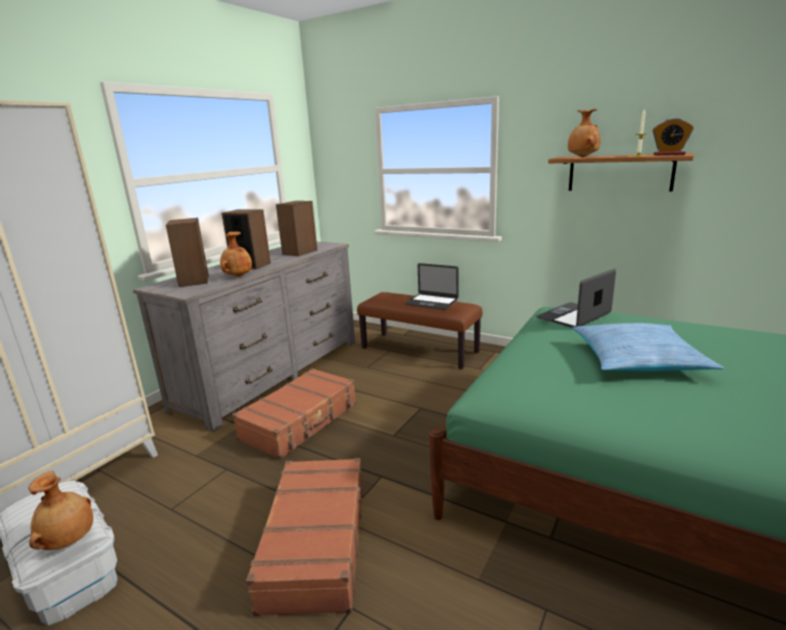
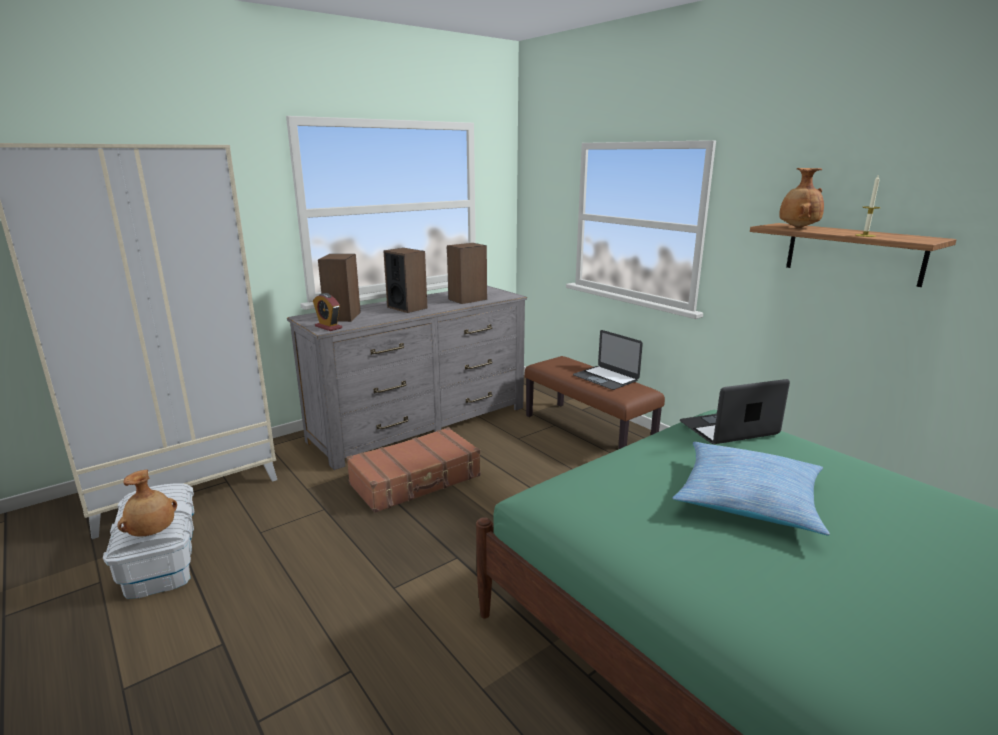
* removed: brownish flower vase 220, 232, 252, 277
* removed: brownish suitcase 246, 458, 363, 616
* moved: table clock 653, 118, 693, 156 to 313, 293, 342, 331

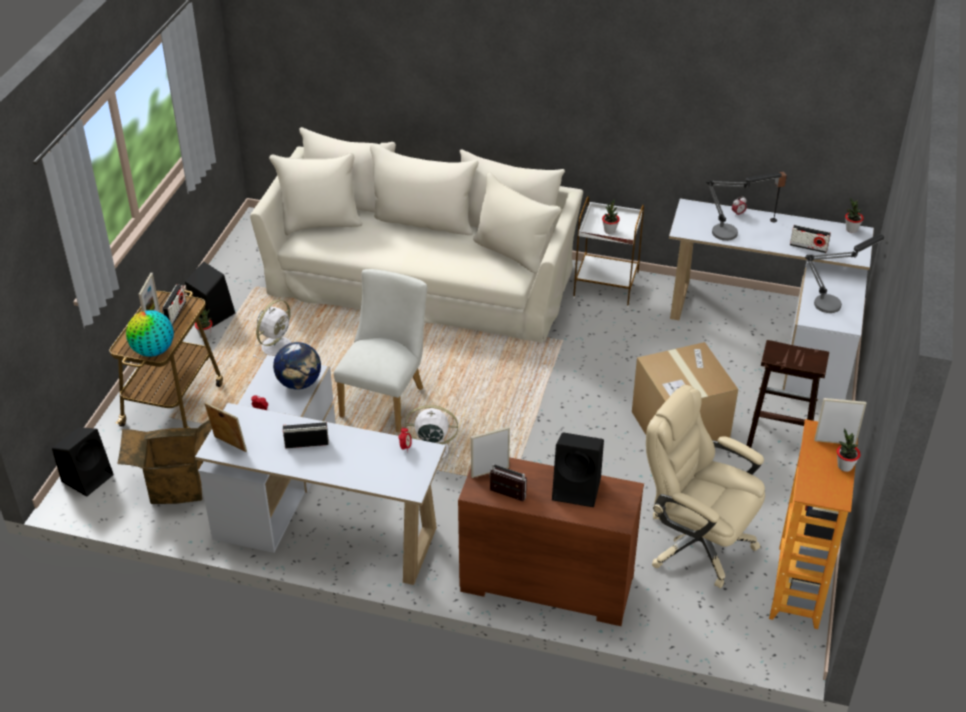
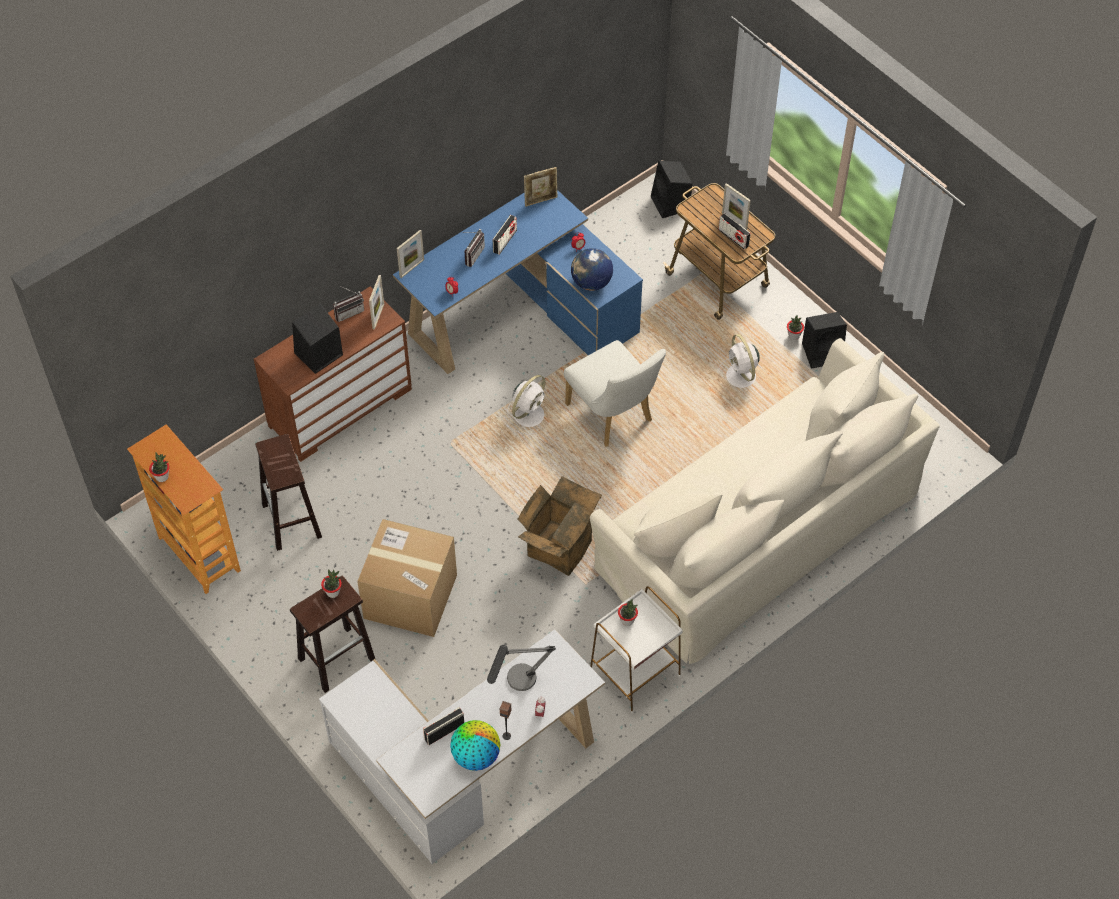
* removed: lamp for a table 805, 234, 884, 313
* added: radio set 464, 229, 485, 267
* moved: cardboard box 117, 420, 212, 504 to 517, 476, 602, 576
* moved: desk globe 126, 310, 174, 357 to 450, 720, 500, 771
* moved: standing frame 814, 398, 866, 445 to 397, 230, 424, 278
* moved: plant in a pot 845, 198, 864, 233 to 321, 569, 342, 598
* replaced: beige desk chair 646, 384, 765, 588 to brownish sitting stool 255, 434, 322, 551
* recoloured: whitish desk unit 195, 355, 446, 585 to blue desk unit 393, 190, 643, 374

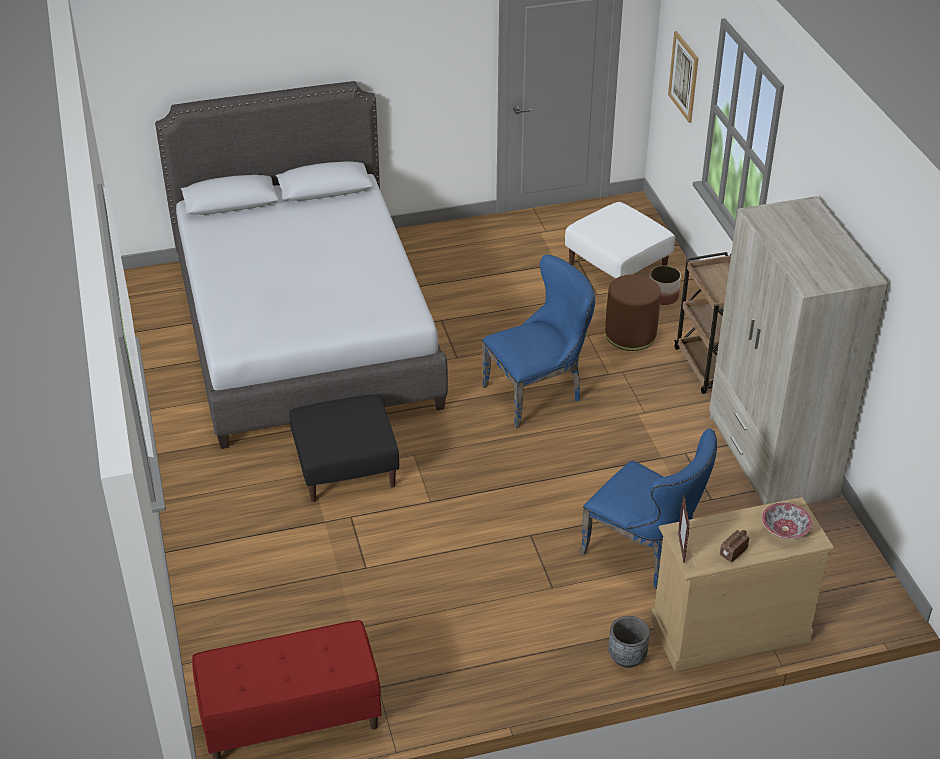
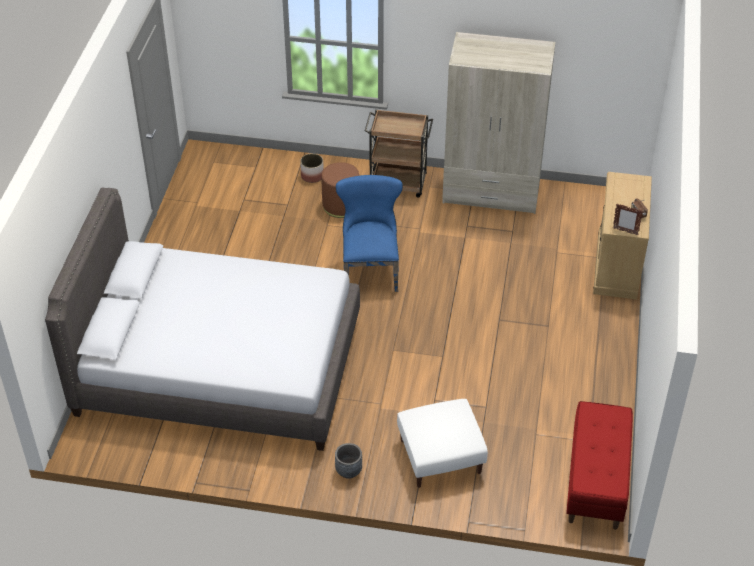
* removed: blackish ottoman 289, 394, 399, 502
* removed: blue chair 580, 429, 717, 589
* removed: wall art 668, 31, 699, 123
* removed: serving bowl 762, 502, 812, 539
* moved: whitish ottoman 565, 202, 675, 278 to 397, 399, 488, 488
* moved: greyish flower pot 608, 616, 650, 668 to 335, 443, 362, 479

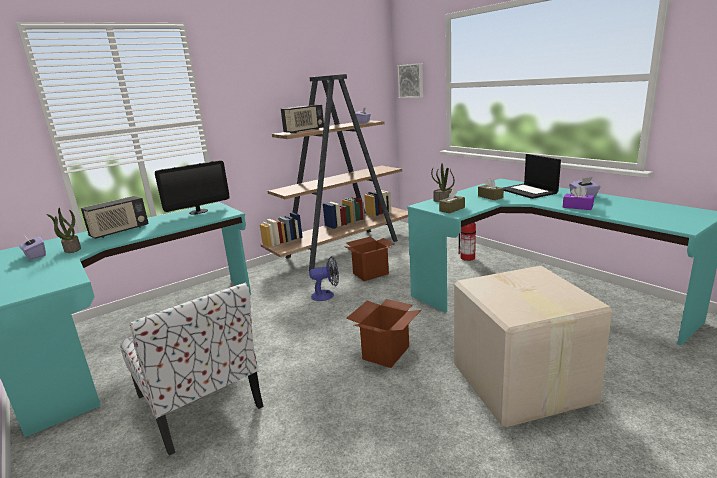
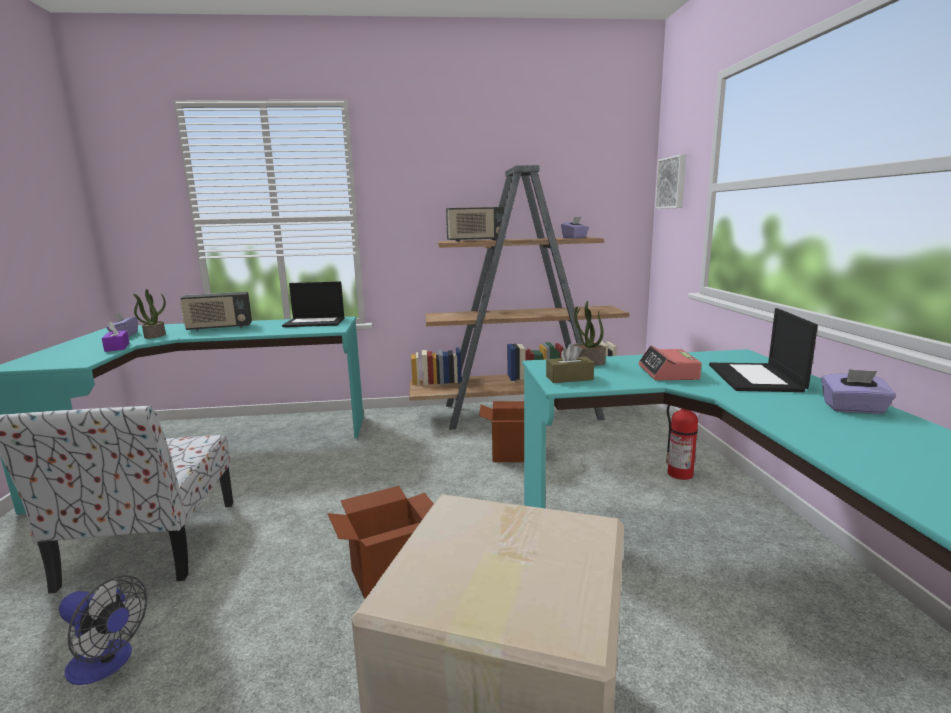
* moved: cooling fan 309, 256, 339, 301 to 59, 575, 147, 685
* moved: purple-coloured box of tissues 563, 186, 594, 210 to 102, 321, 129, 352
* replaced: monitor 155, 160, 230, 214 to portable computer 282, 281, 344, 327
* replaced: brownish box of tissues 478, 178, 504, 200 to table clock 638, 346, 702, 380

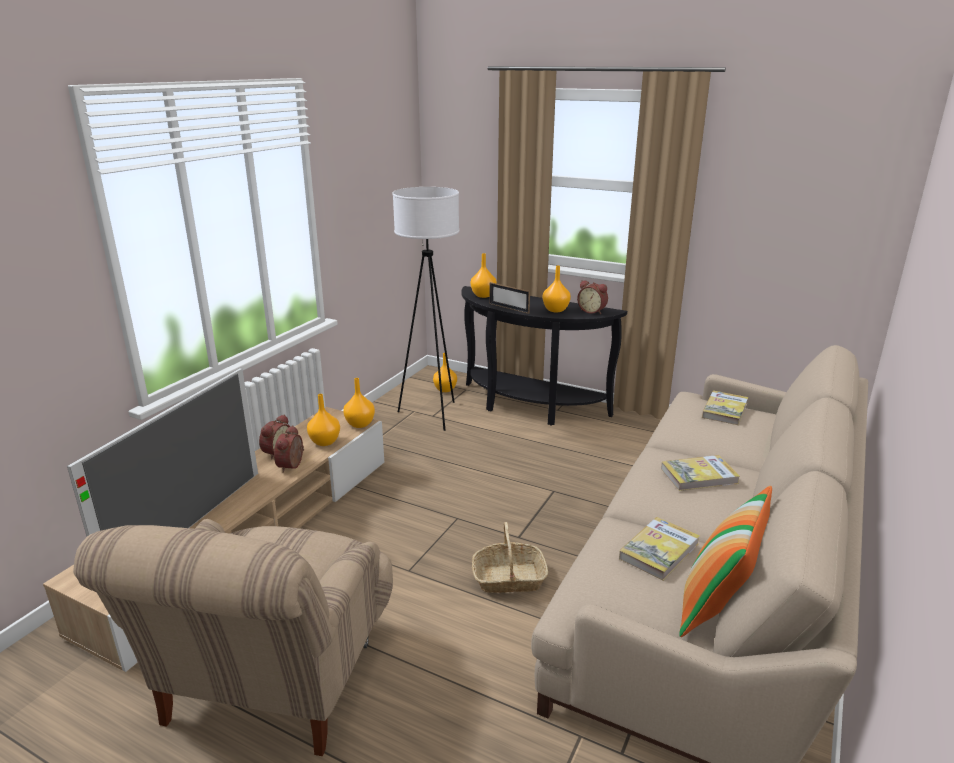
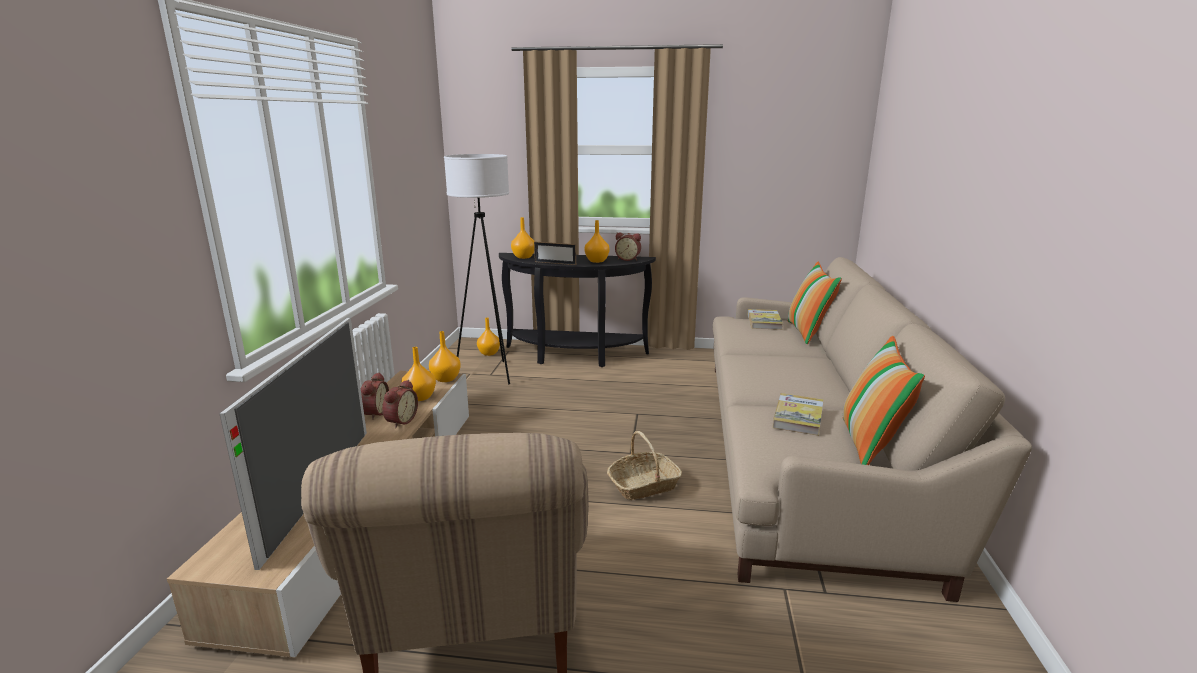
* removed: volume 661, 455, 740, 491
* added: cushion 788, 261, 842, 344
* turned: table clock 274, 425, 304, 473 = 382, 380, 418, 428 150 degrees counterclockwise

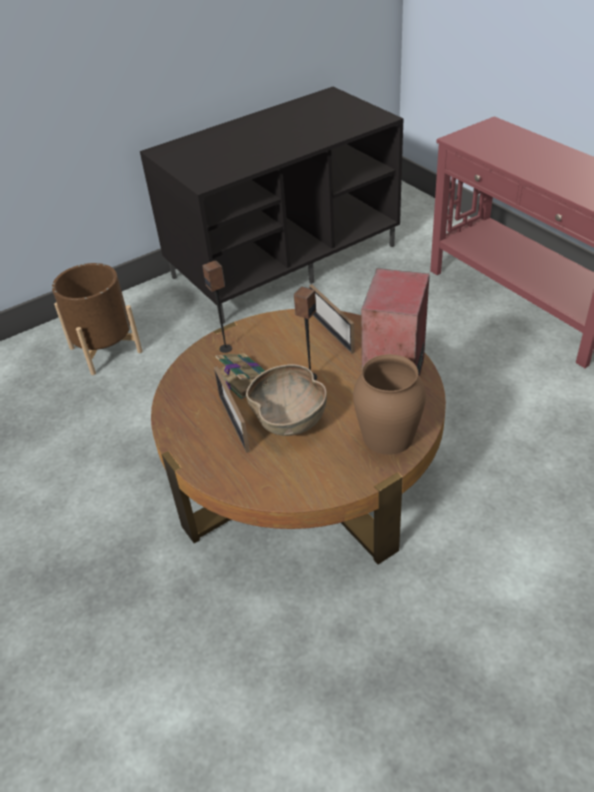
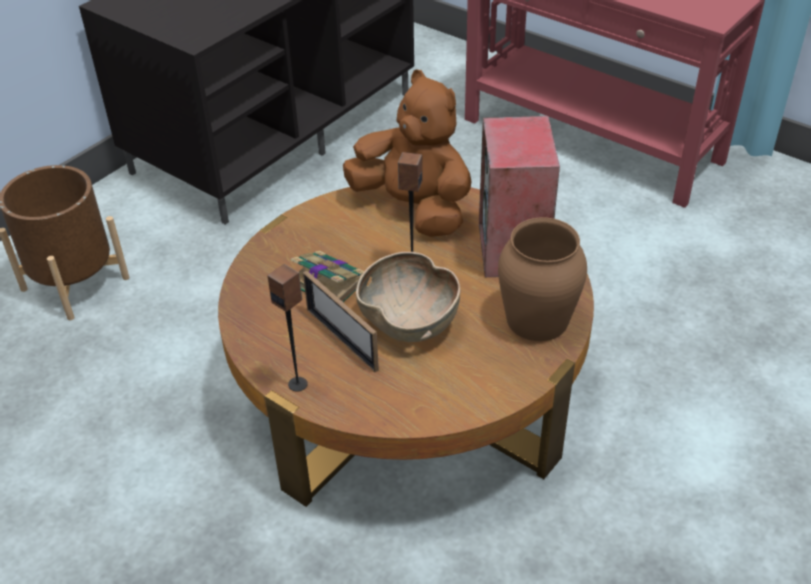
* moved: audio speaker 202, 260, 232, 353 to 267, 264, 308, 392
* replaced: standing frame 309, 284, 355, 354 to brownish soft toy 343, 70, 471, 237

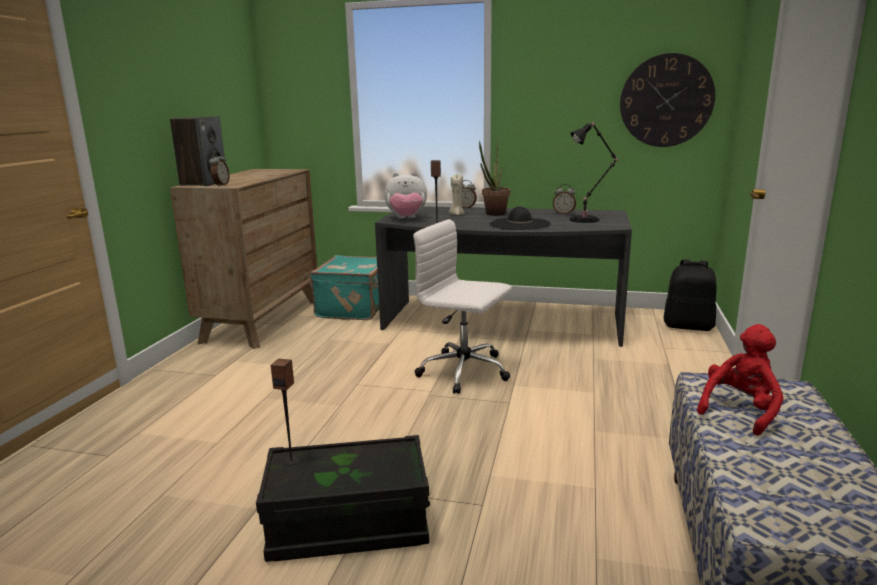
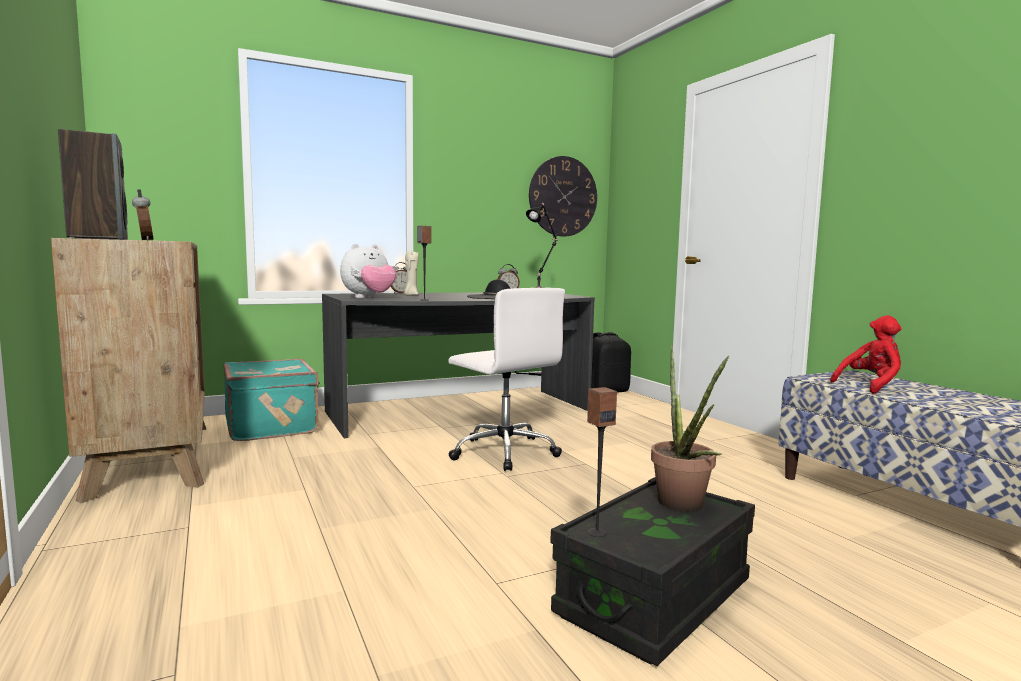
* moved: plant in a pot 479, 140, 510, 216 to 651, 344, 729, 512
* turned: whitish desk chair 413, 219, 512, 394 = 448, 288, 565, 471 120 degrees counterclockwise
* turned: red-coloured soft toy 697, 324, 783, 436 = 830, 315, 902, 393 60 degrees clockwise

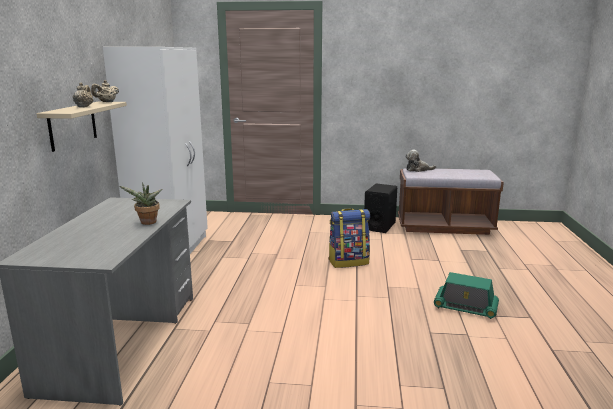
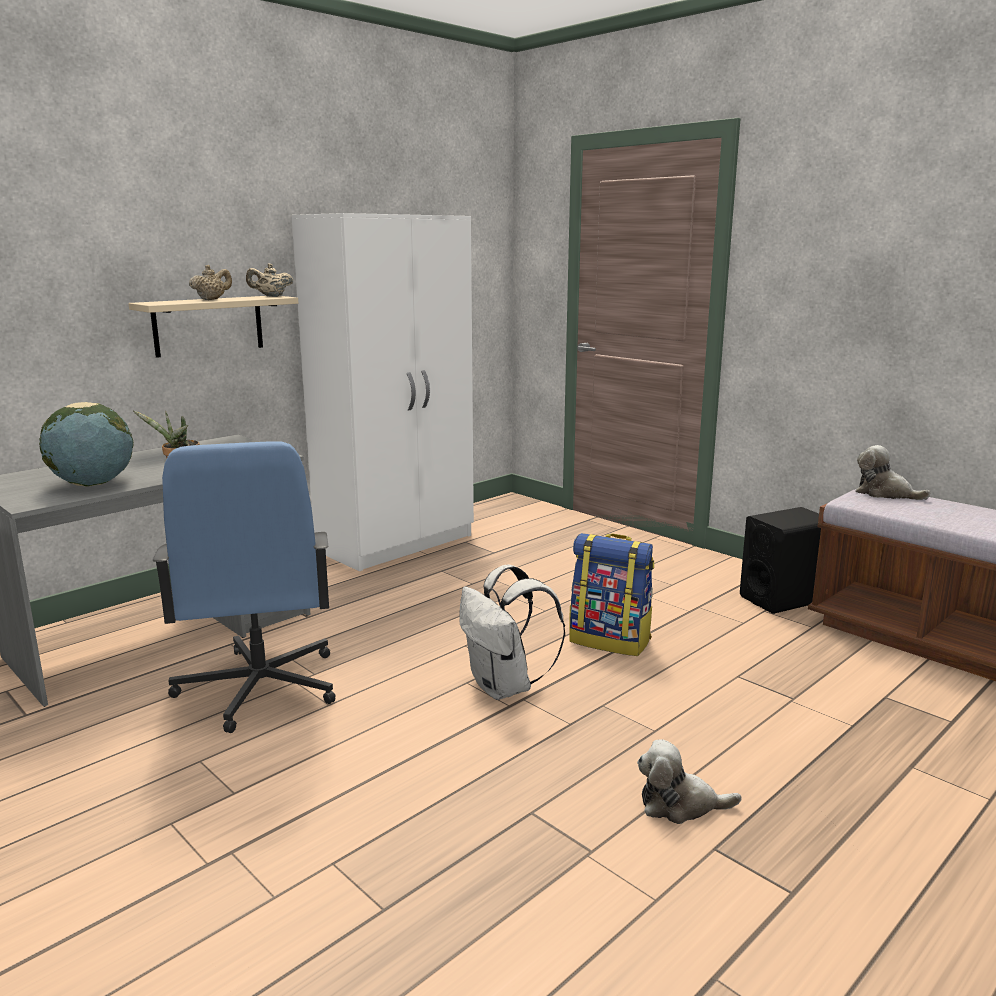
* added: desk globe 39, 402, 134, 486
* added: blue desk chair 153, 441, 336, 733
* added: whitish backpack 459, 565, 565, 700
* replaced: radio set 434, 272, 499, 319 to soft toy 637, 739, 741, 824

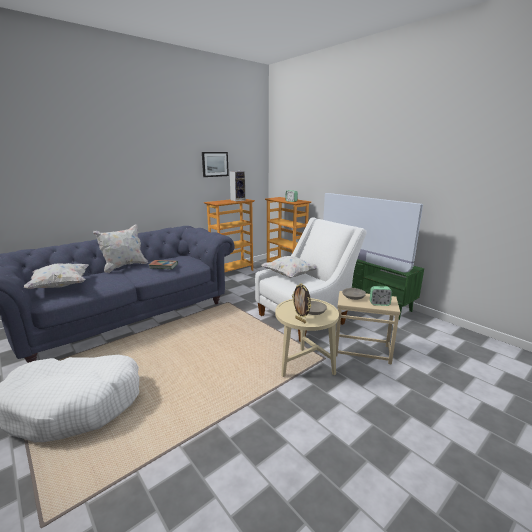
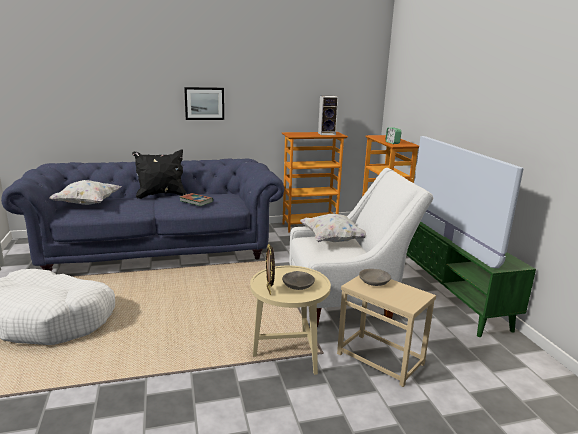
* removed: table clock 370, 286, 392, 306
* moved: wall art 202, 152, 229, 177 to 184, 87, 224, 120
* recoloured: whitish cushion 93, 224, 148, 273 to blackish cushion 132, 150, 187, 199

